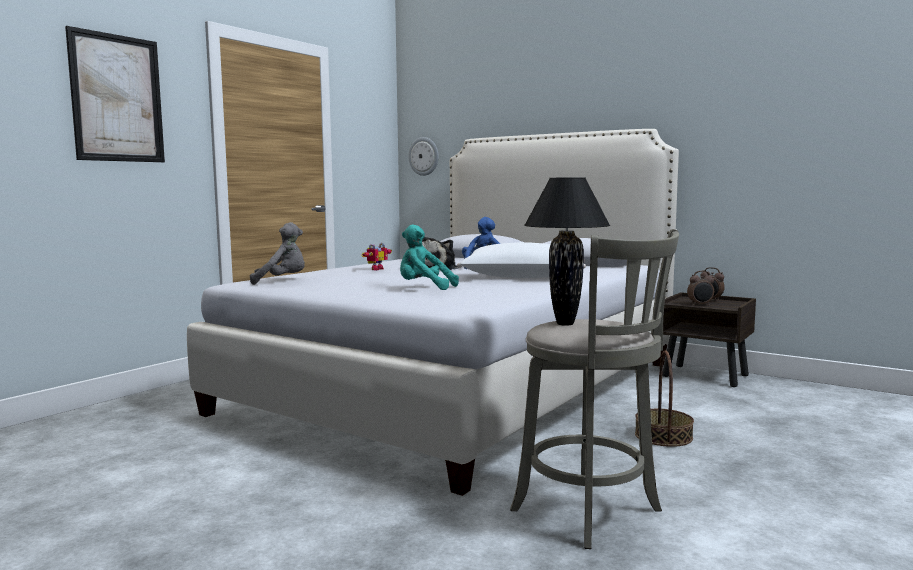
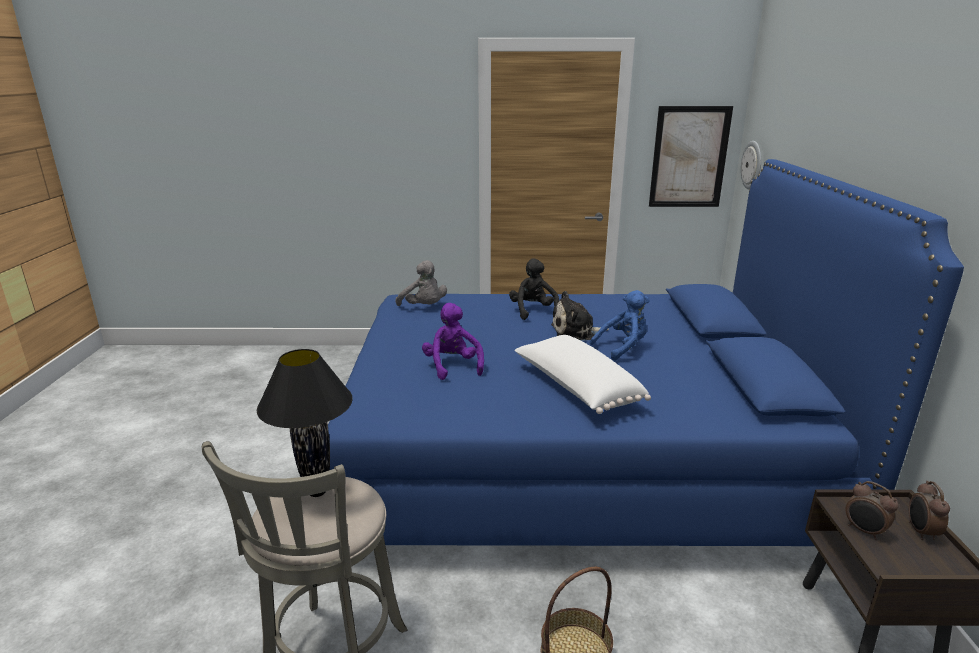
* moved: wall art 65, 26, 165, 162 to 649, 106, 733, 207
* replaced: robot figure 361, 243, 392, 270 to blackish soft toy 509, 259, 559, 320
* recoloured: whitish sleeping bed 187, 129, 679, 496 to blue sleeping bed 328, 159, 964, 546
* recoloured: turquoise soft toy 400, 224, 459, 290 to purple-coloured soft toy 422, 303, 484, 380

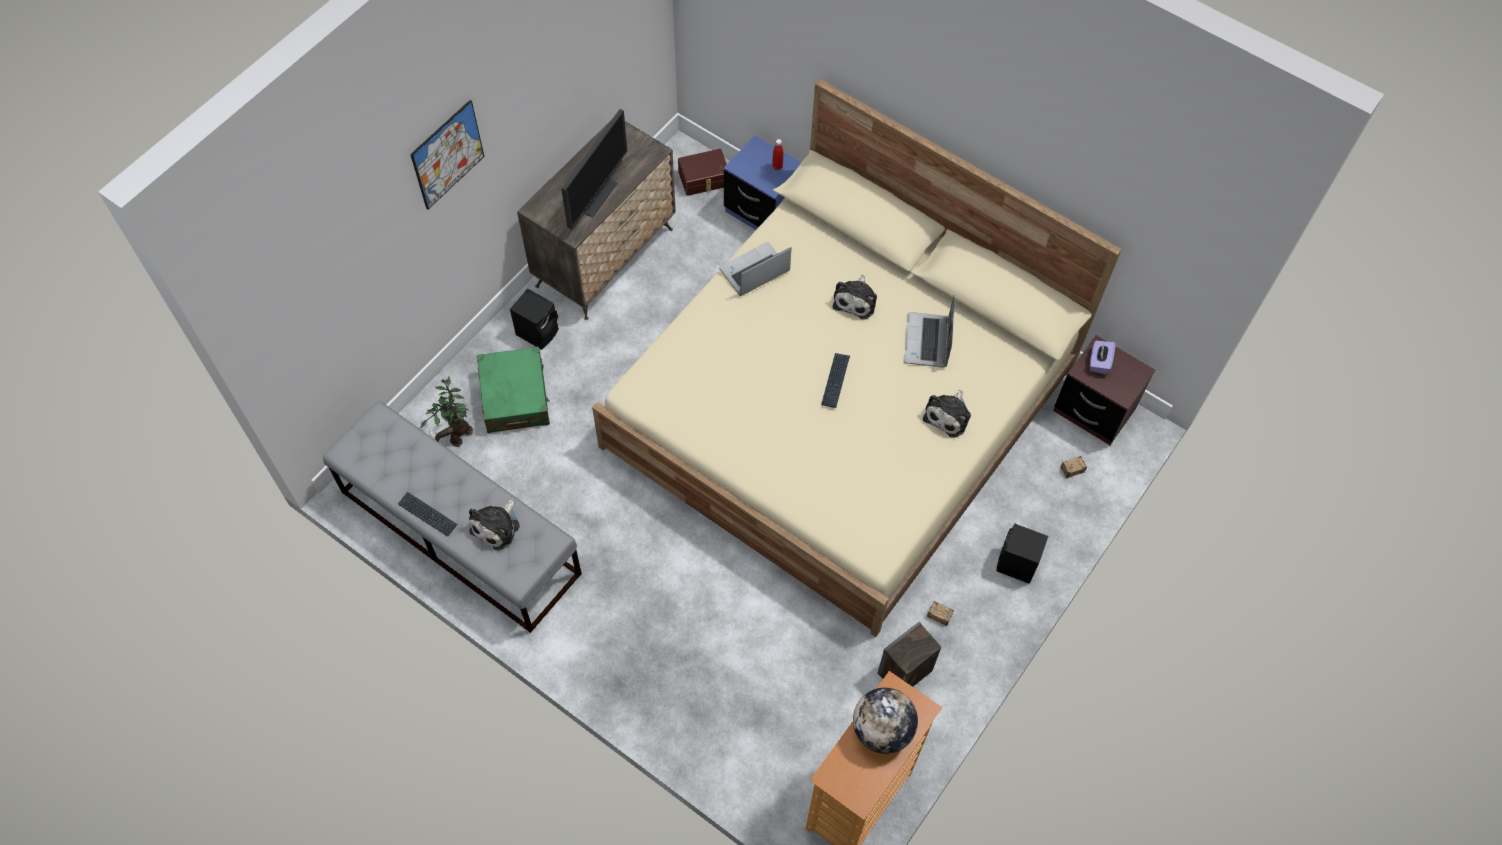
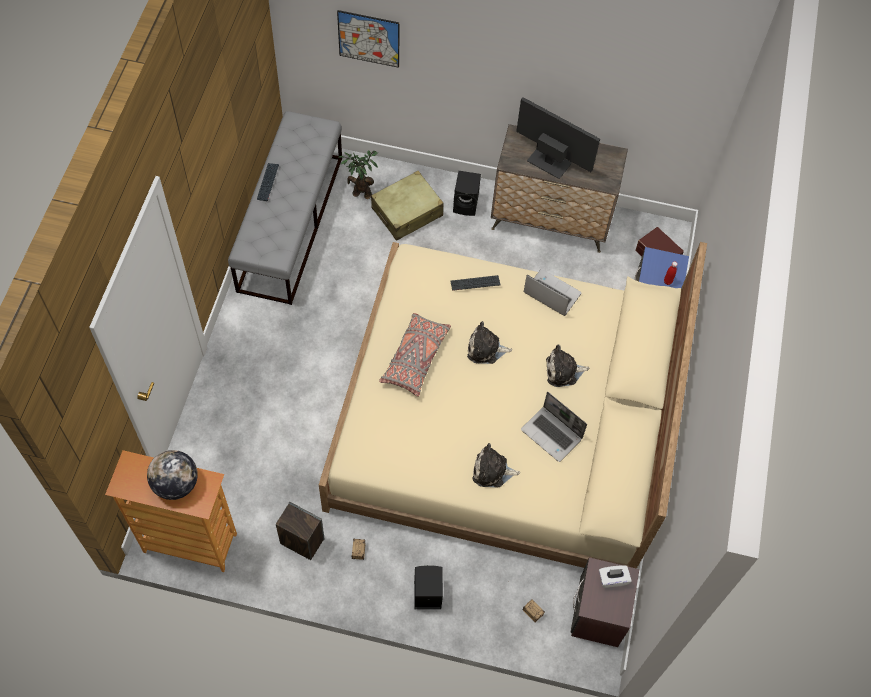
* added: greyish cushion 379, 313, 451, 397
* moved: wall art 410, 100, 485, 210 to 337, 10, 400, 68
* moved: soft toy 469, 498, 520, 550 to 467, 321, 512, 364
* moved: computer keyboard 821, 353, 850, 408 to 451, 275, 500, 291
* recoloured: green suitcase 477, 347, 550, 433 to beige suitcase 371, 171, 444, 241
* recoloured: purple-coloured box of tissues 1090, 341, 1115, 374 to whitish box of tissues 599, 565, 632, 588
* turned: monitor 561, 109, 627, 229 = 516, 97, 600, 179 150 degrees counterclockwise
* turned: portable computer 904, 295, 955, 368 = 521, 392, 587, 462 120 degrees counterclockwise

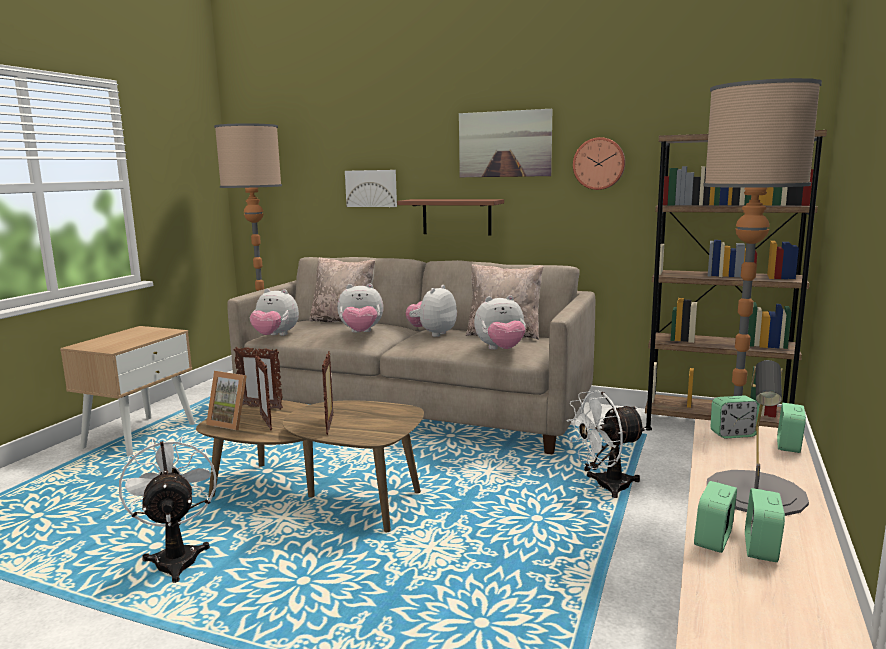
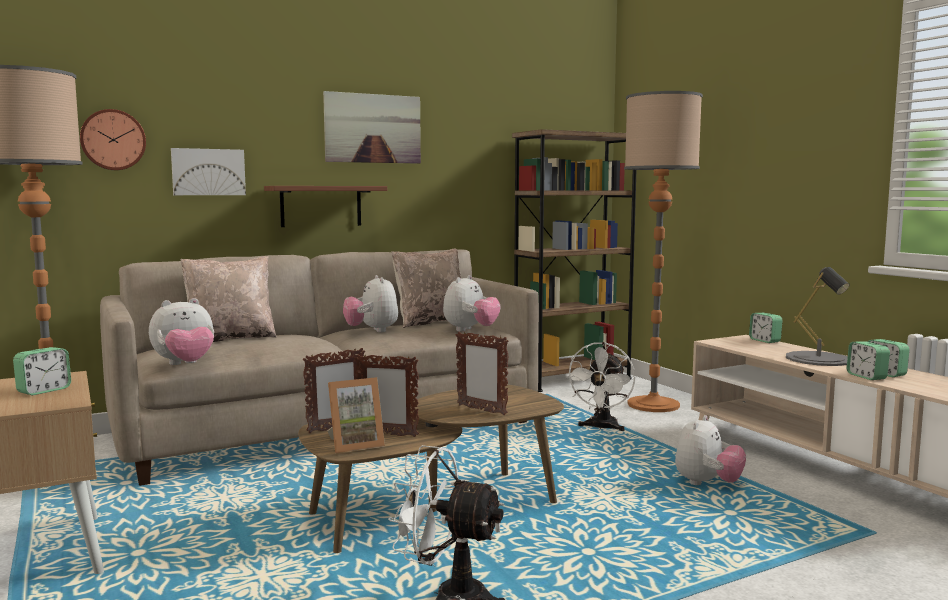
* moved: soft toy 337, 283, 383, 333 to 675, 415, 746, 485
* moved: wall clock 573, 137, 625, 190 to 80, 109, 146, 170
* moved: table clock 710, 396, 760, 439 to 13, 347, 71, 395

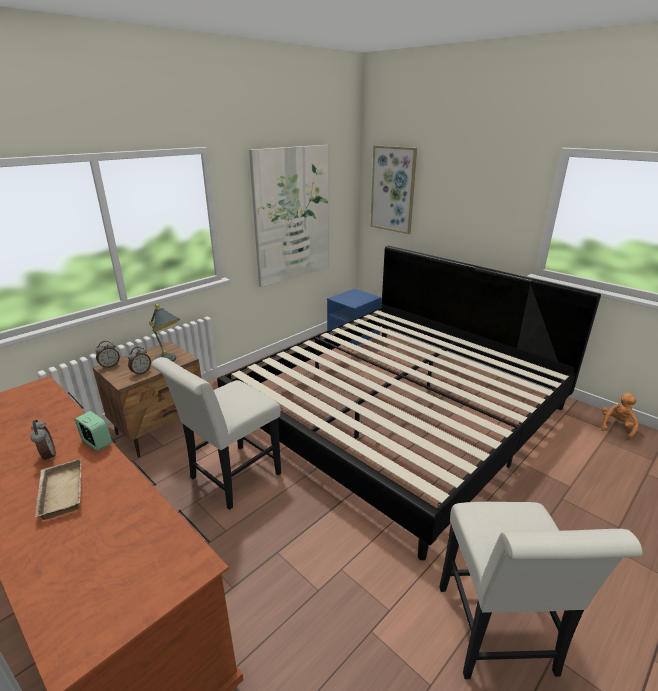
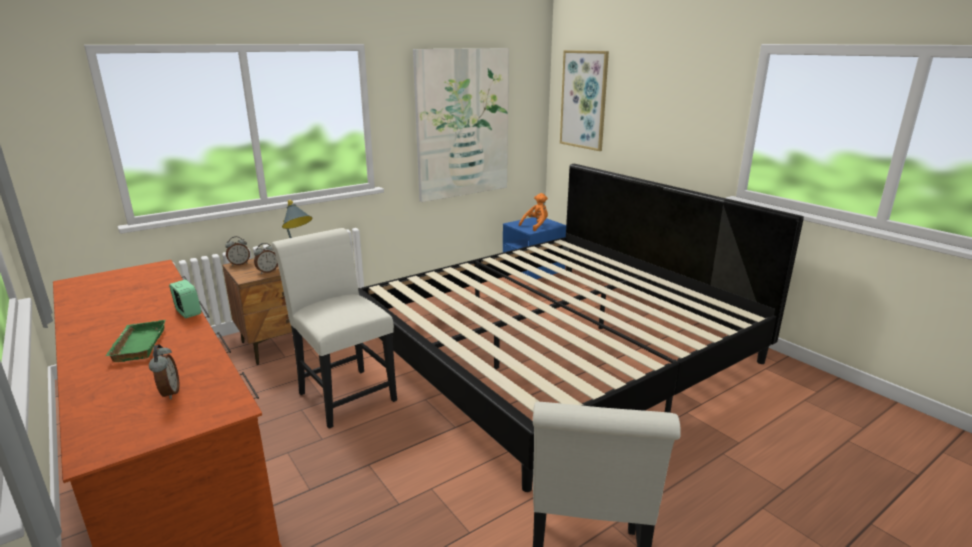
* moved: table clock 30, 420, 56, 462 to 149, 345, 179, 400
* moved: orangey soft toy 601, 393, 639, 440 to 519, 193, 548, 231
* recoloured: beige tray 35, 458, 81, 520 to green tray 106, 320, 165, 362
* turned: whitish chair 151, 357, 281, 510 = 271, 228, 397, 429 90 degrees clockwise

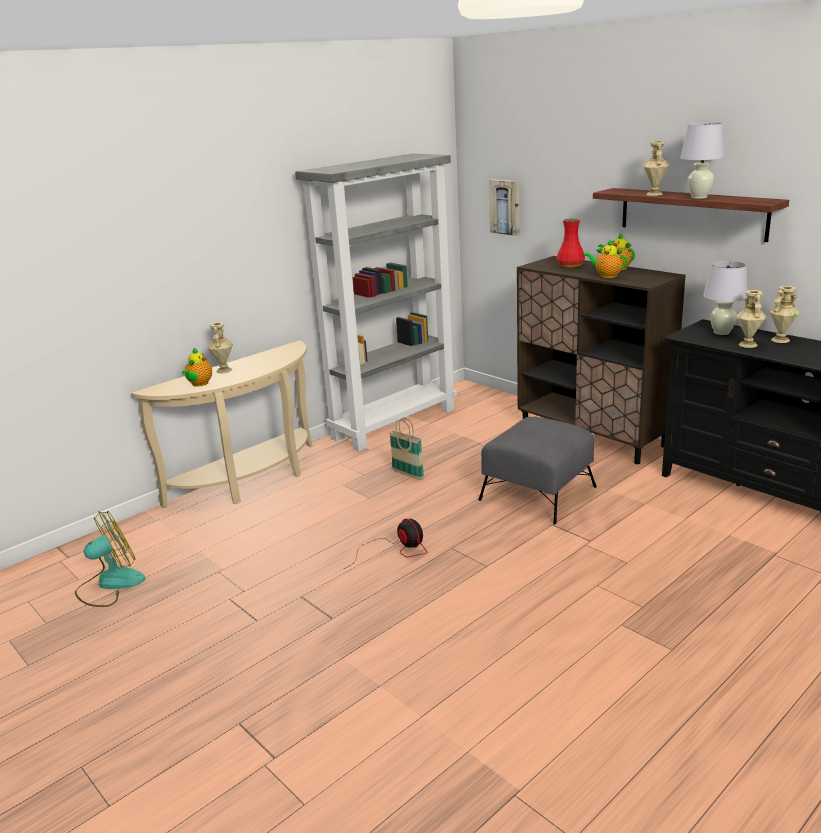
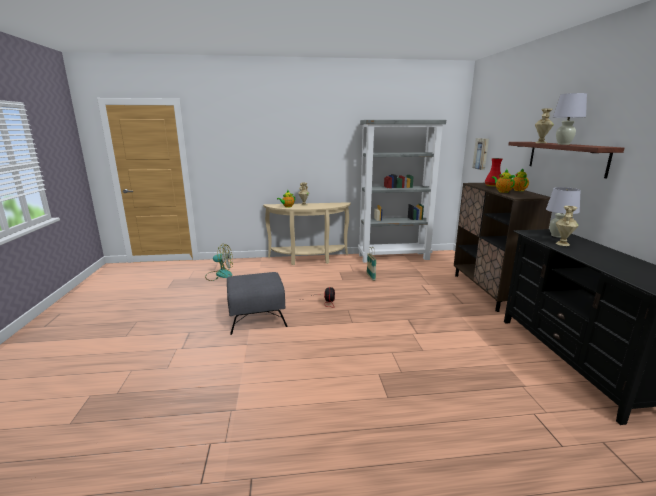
* removed: beige flower vase 769, 286, 799, 343
* moved: greyish ottoman 478, 417, 597, 524 to 227, 272, 288, 335

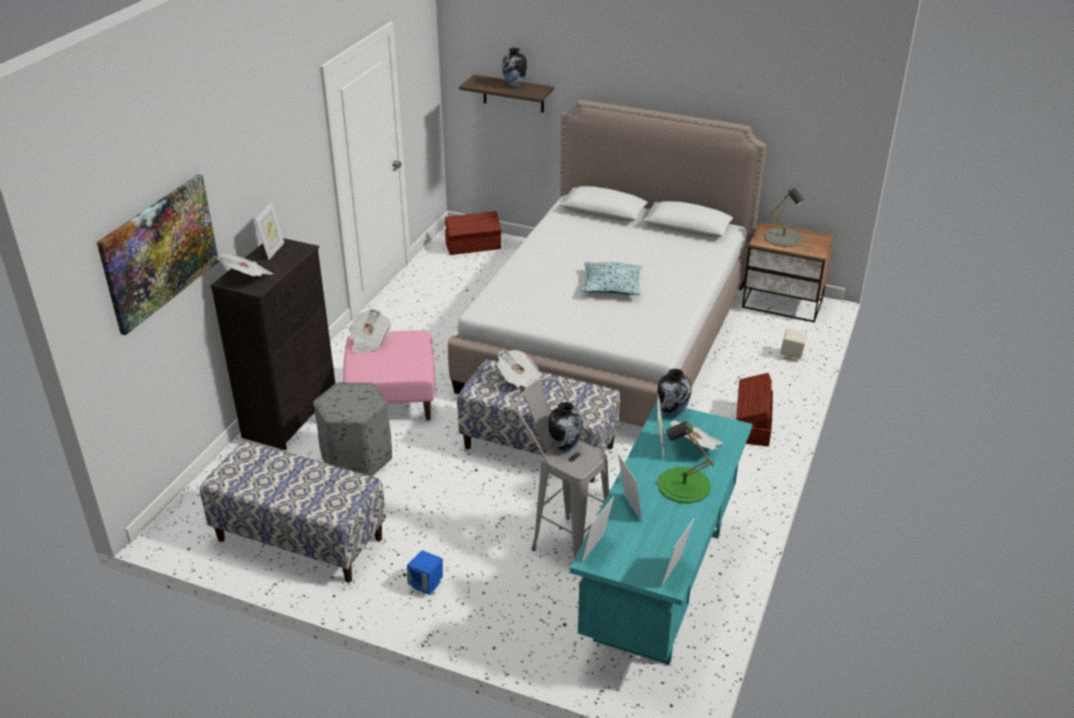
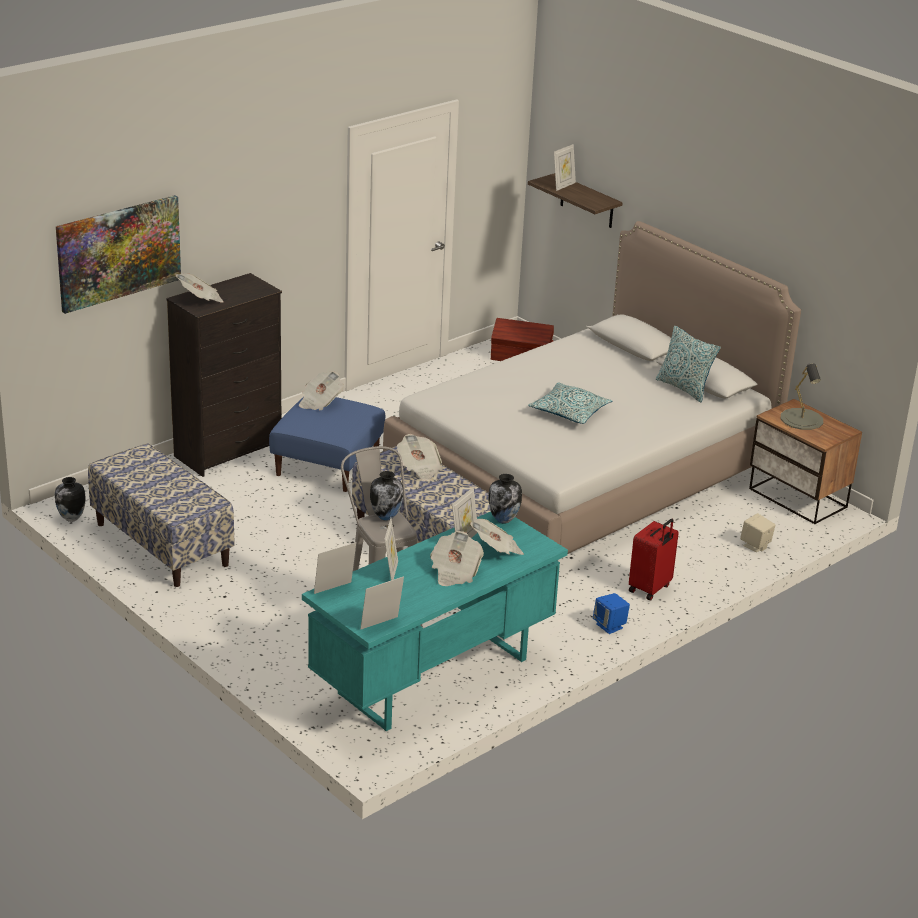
* removed: greyish ottoman 313, 382, 392, 476
* added: cushion 656, 326, 721, 402
* moved: standing frame 255, 202, 284, 260 to 554, 144, 576, 191
* moved: blue audio speaker 407, 551, 443, 595 to 593, 593, 630, 634
* moved: flower vase 502, 48, 527, 87 to 55, 477, 86, 522
* replaced: green lamp for a table 657, 421, 714, 504 to daily paper 430, 531, 484, 586
* replaced: brownish storage box 736, 373, 773, 446 to red-coloured suitcase 629, 519, 679, 601
* recoloured: pink-coloured ottoman 343, 330, 435, 421 to blue ottoman 269, 397, 385, 492

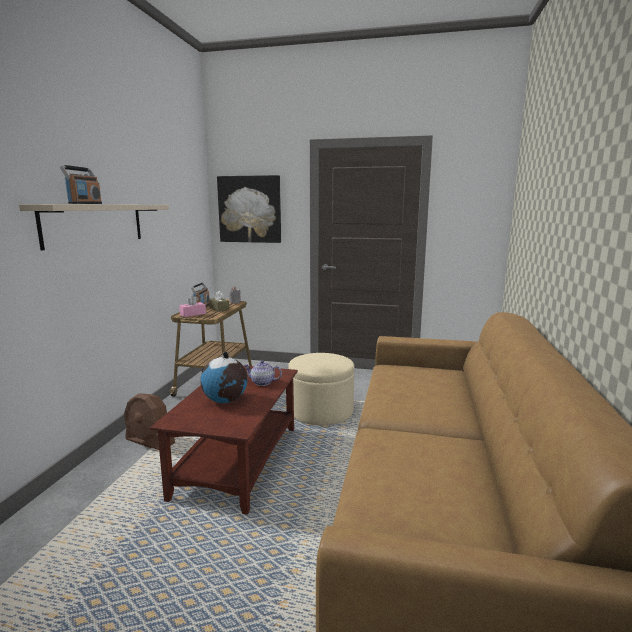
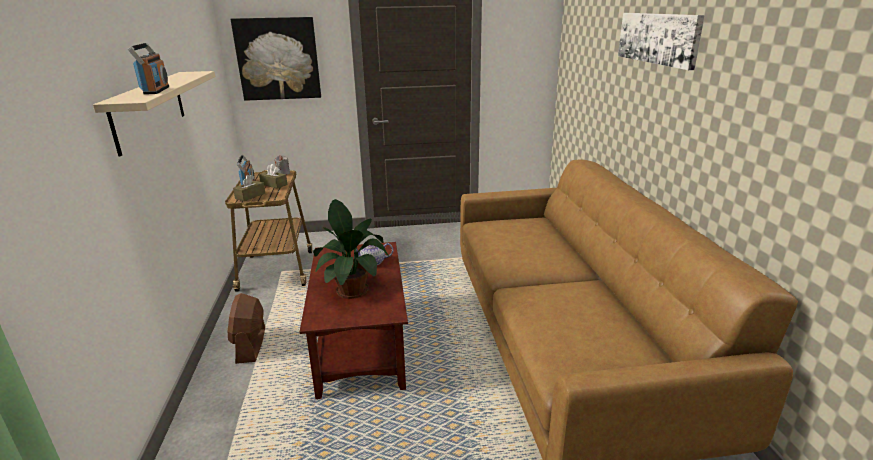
* removed: beige ottoman 288, 353, 354, 425
* added: wall art 618, 13, 705, 70
* replaced: desk globe 200, 352, 247, 403 to plant in a pot 313, 199, 389, 299
* recoloured: pink-coloured box of tissues 179, 295, 206, 317 to brownish box of tissues 233, 175, 265, 201
* turned: brownish cooling fan 124, 393, 175, 450 = 227, 293, 265, 364 75 degrees clockwise

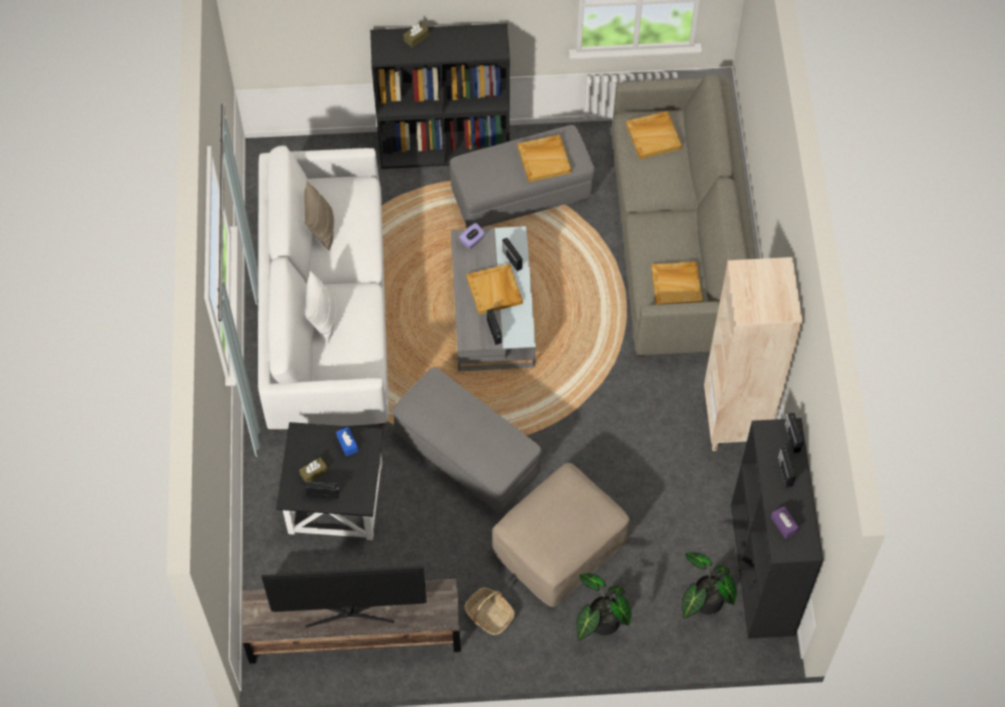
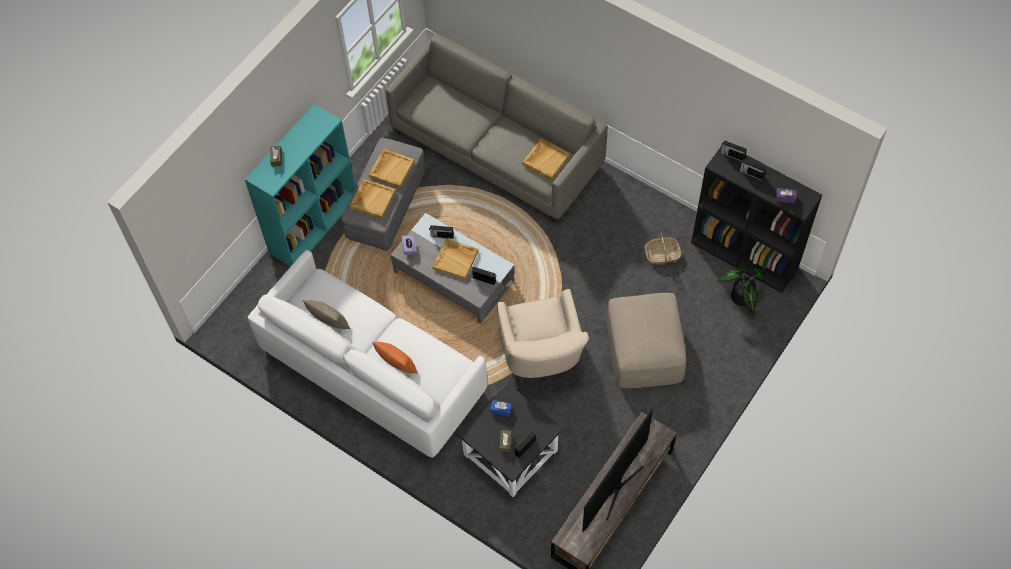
* removed: plant in a pot 576, 573, 632, 640
* removed: beige bookcase 704, 257, 803, 451
* moved: storage basket 465, 587, 515, 635 to 645, 233, 681, 264
* moved: beige tray 626, 111, 682, 159 to 350, 179, 396, 219
* replaced: greyish ottoman 392, 367, 542, 514 to beige lounge chair 497, 289, 589, 383
* recoloured: whitish cushion 305, 271, 336, 343 to orangey cushion 372, 342, 418, 374
* recoloured: blackish bookcase 370, 23, 510, 169 to turquoise bookcase 245, 104, 356, 267

